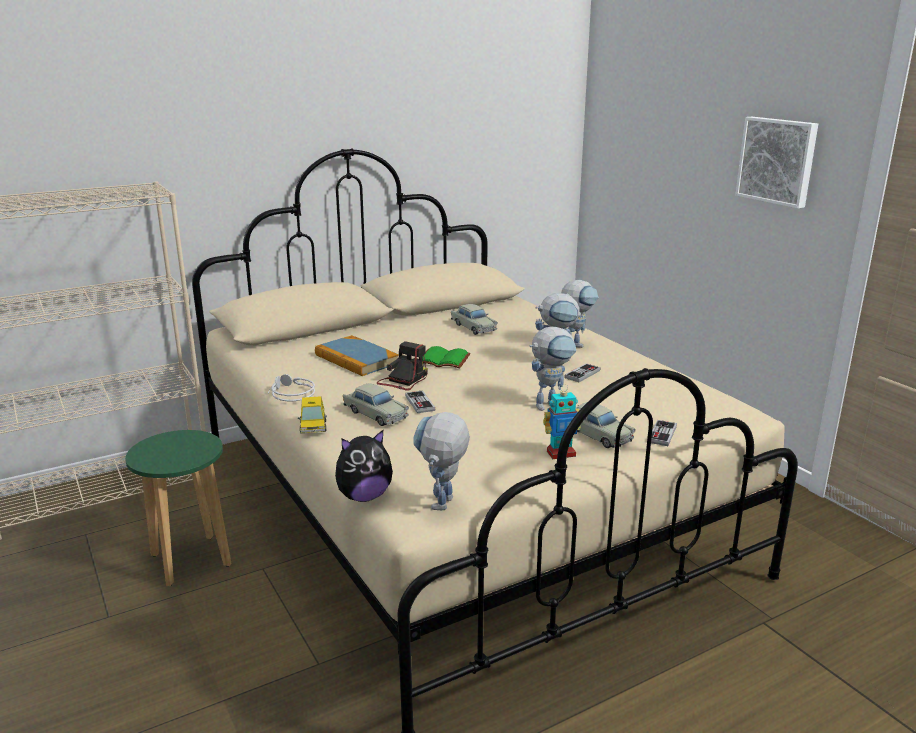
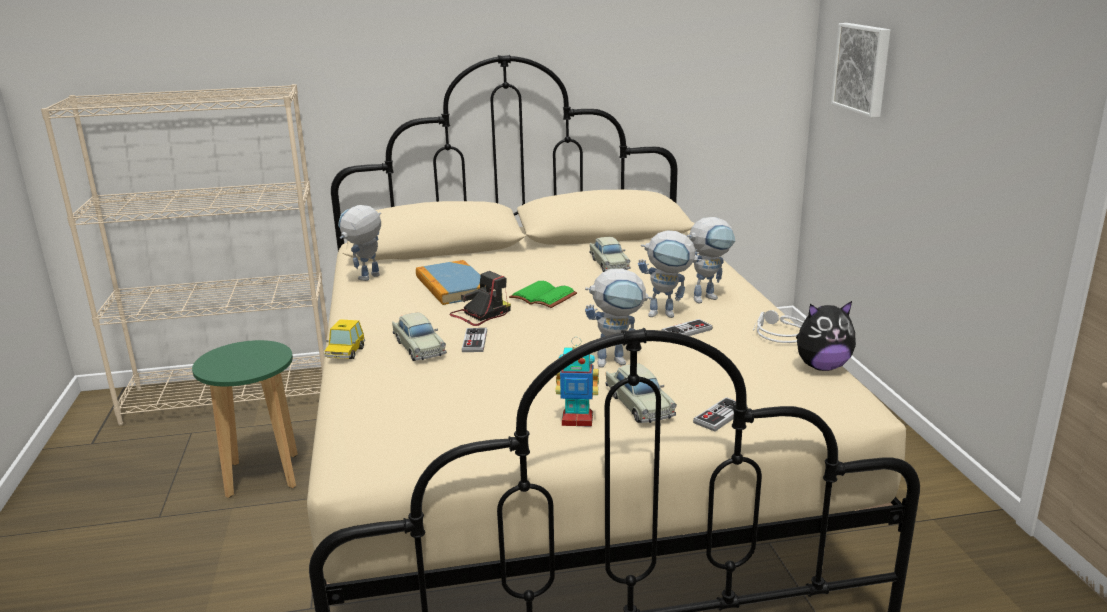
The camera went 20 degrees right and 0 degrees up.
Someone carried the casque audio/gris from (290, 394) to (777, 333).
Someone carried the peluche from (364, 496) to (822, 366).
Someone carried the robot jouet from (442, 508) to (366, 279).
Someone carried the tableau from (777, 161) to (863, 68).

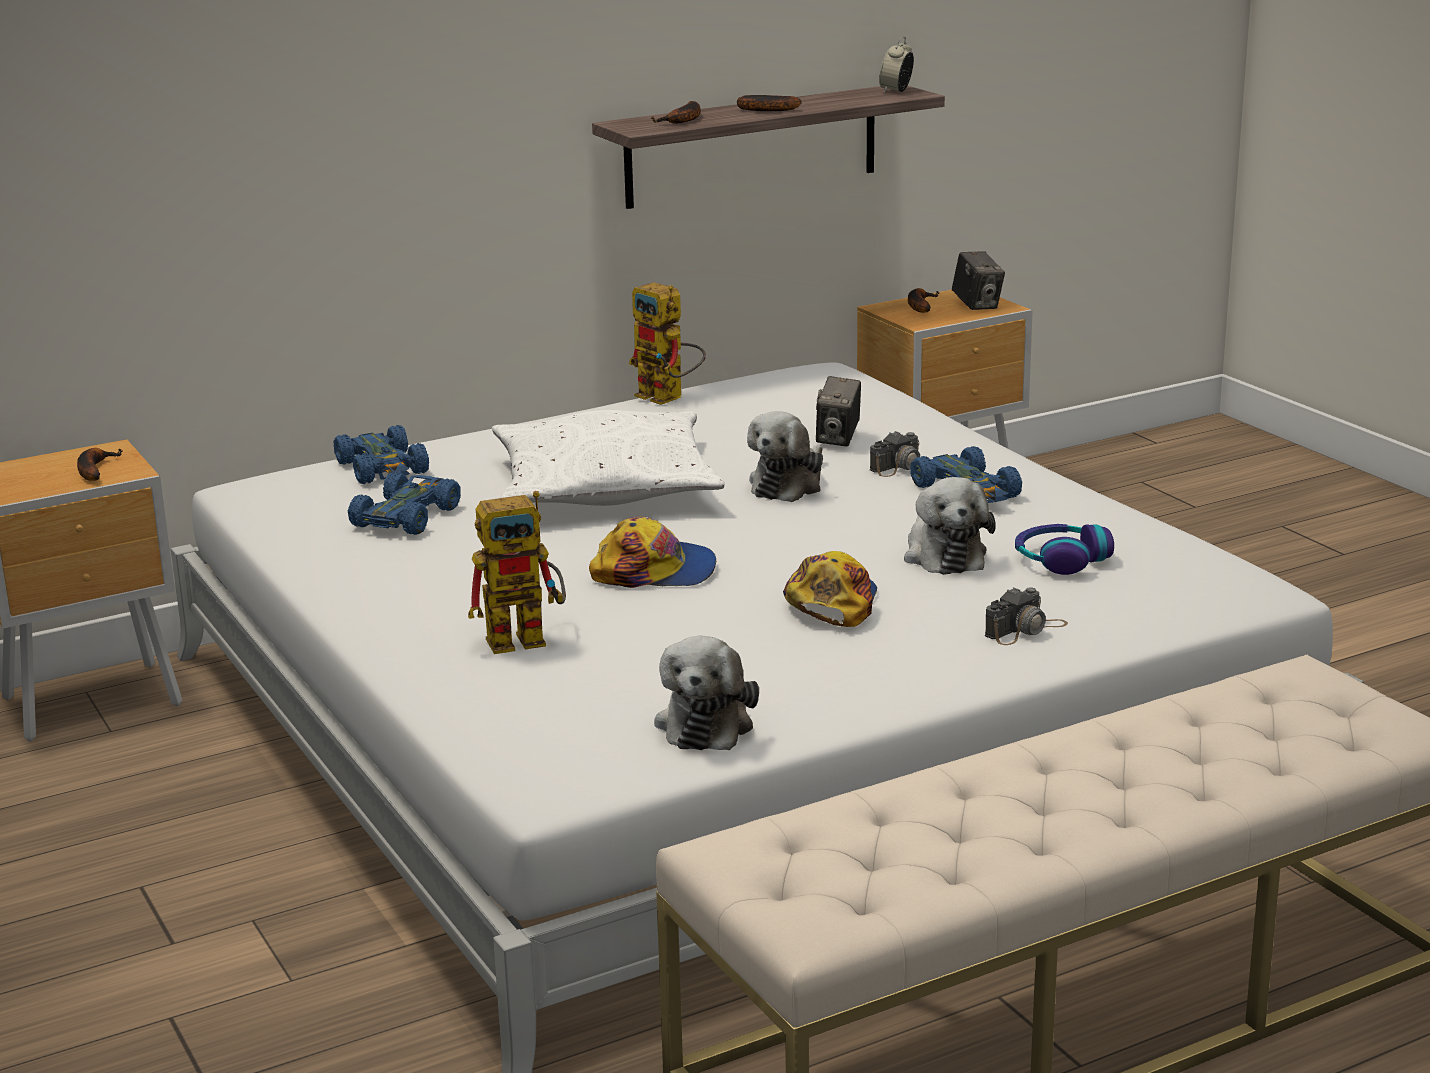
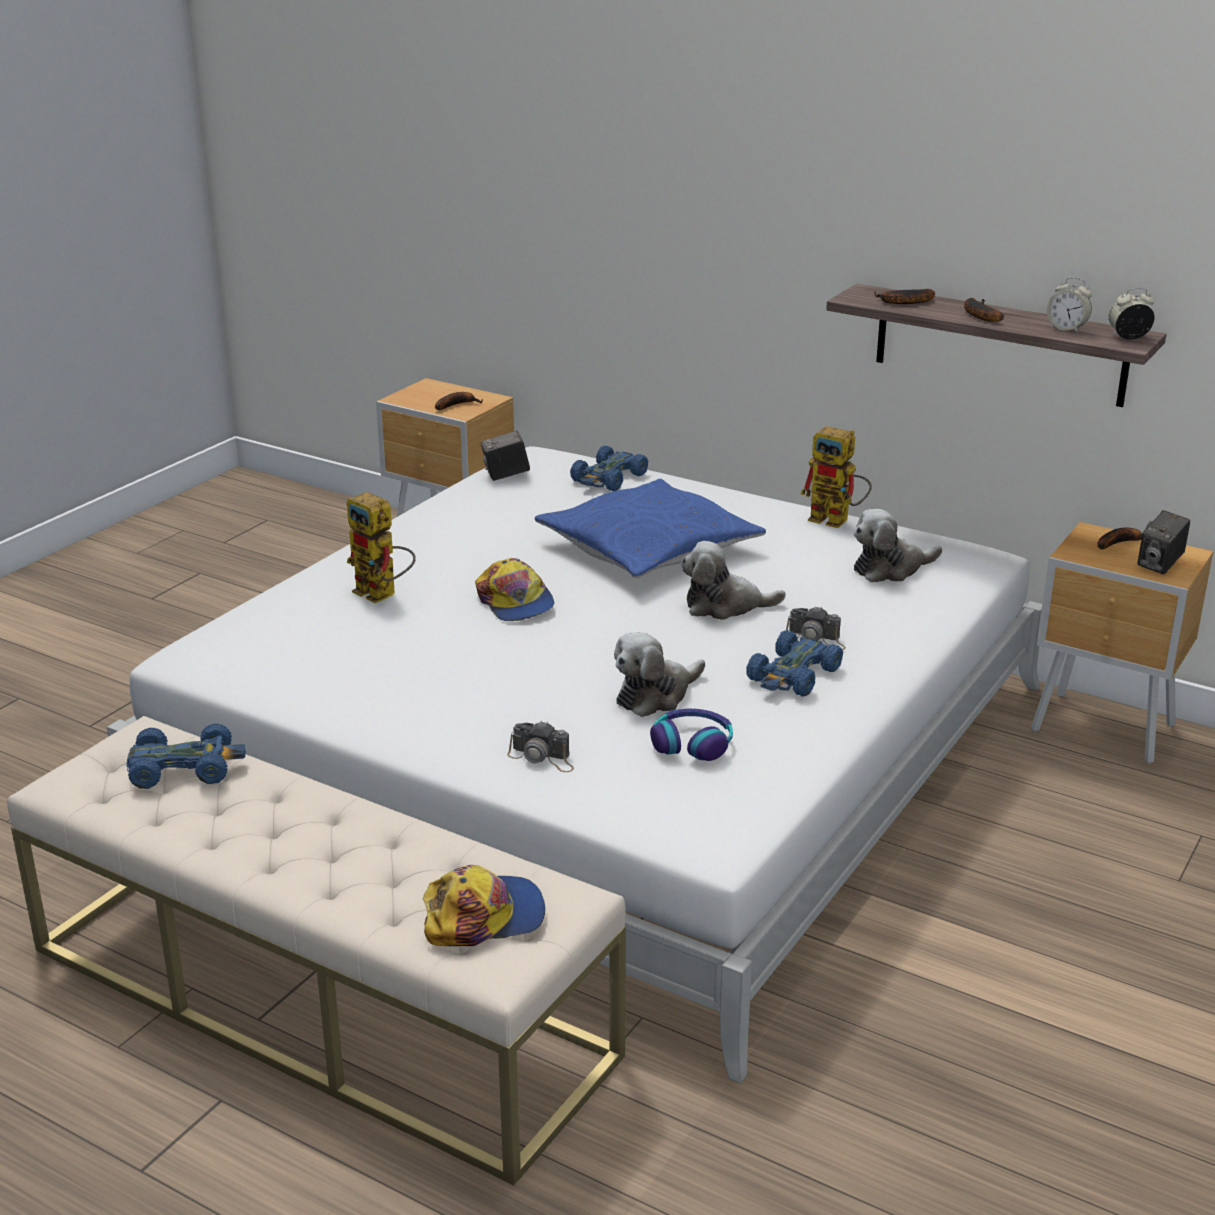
The camera went 60 degrees right and 5 degrees up.
Someone put down the réveil at (1066, 329).
Someone carried the petite voiture/bleu from (406, 516) to (185, 768).
Someone carried the peluche from (706, 723) to (890, 569).
Someone carried the casquette from (831, 602) to (483, 916).
Someone carried the appareil photo from (838, 439) to (506, 475).
Someone repainted the coussin/blanc at (605, 487), which became the coussin/bleu at (648, 548).
Someone rotated the robot jouet at (669, 398) by 75 degrees counterclockwise.

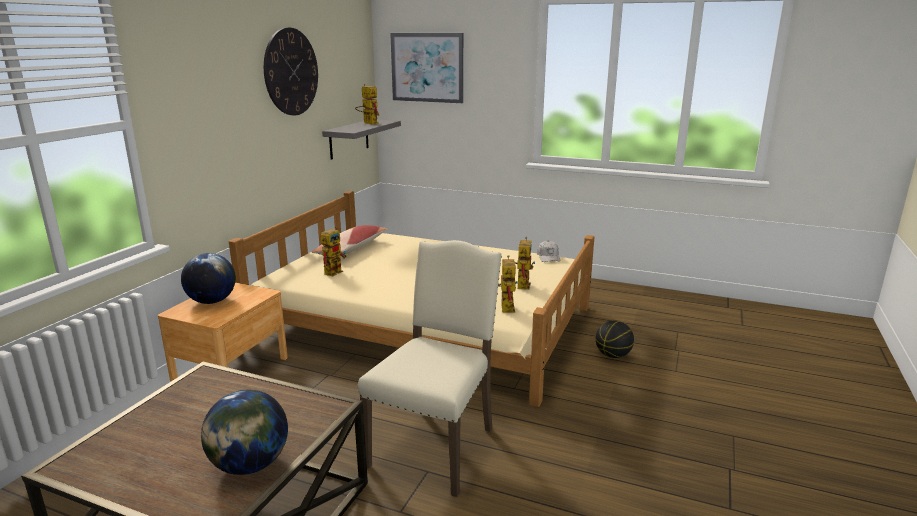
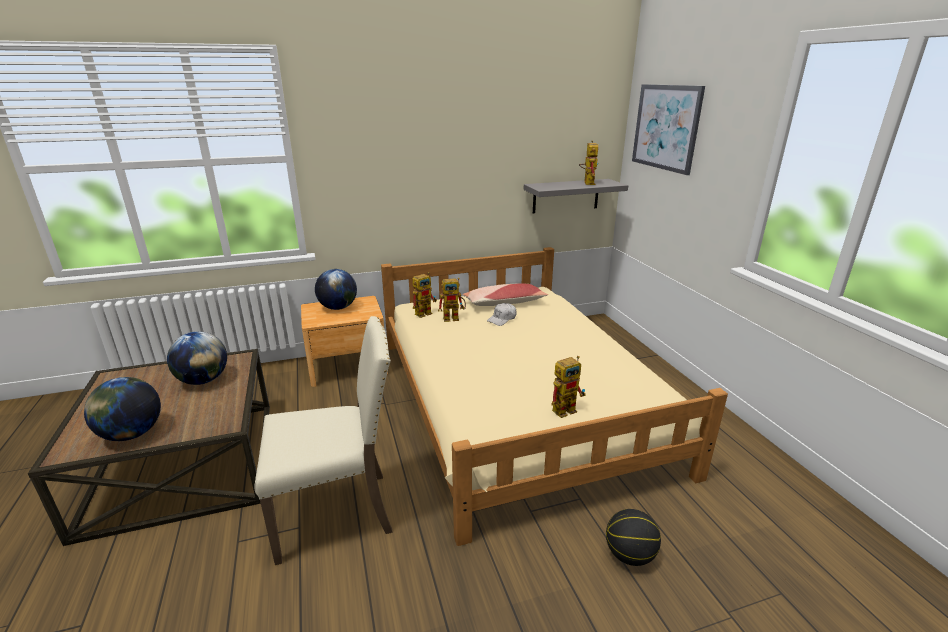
The camera went 50 degrees right and 5 degrees up.
Someone took away the horloge murale at (291, 72).
Someone put down the globe at (203, 380).
Someone carried the robot jouet from (505, 306) to (425, 312).
Someone carried the casquette/blanc from (548, 257) to (502, 319).

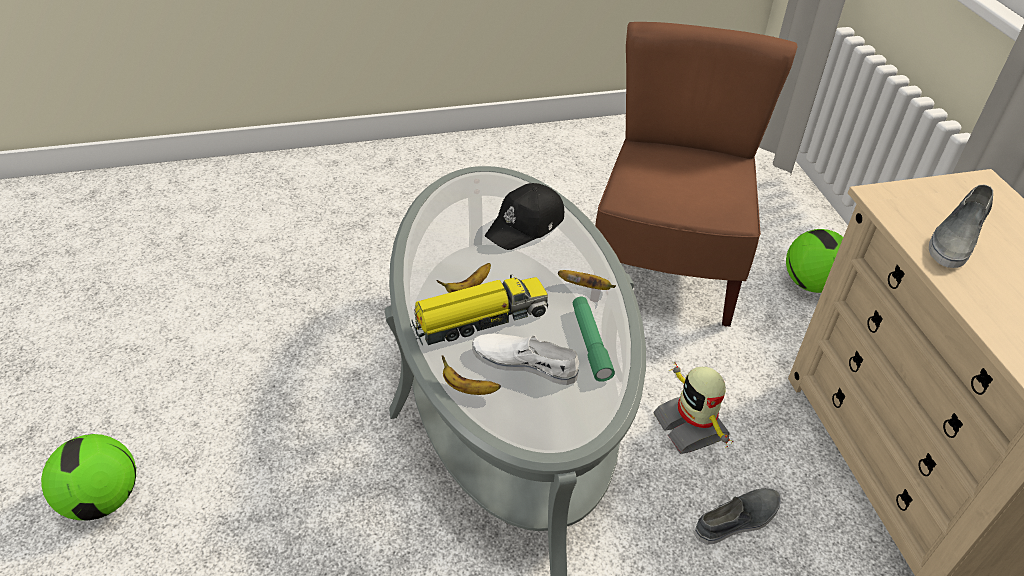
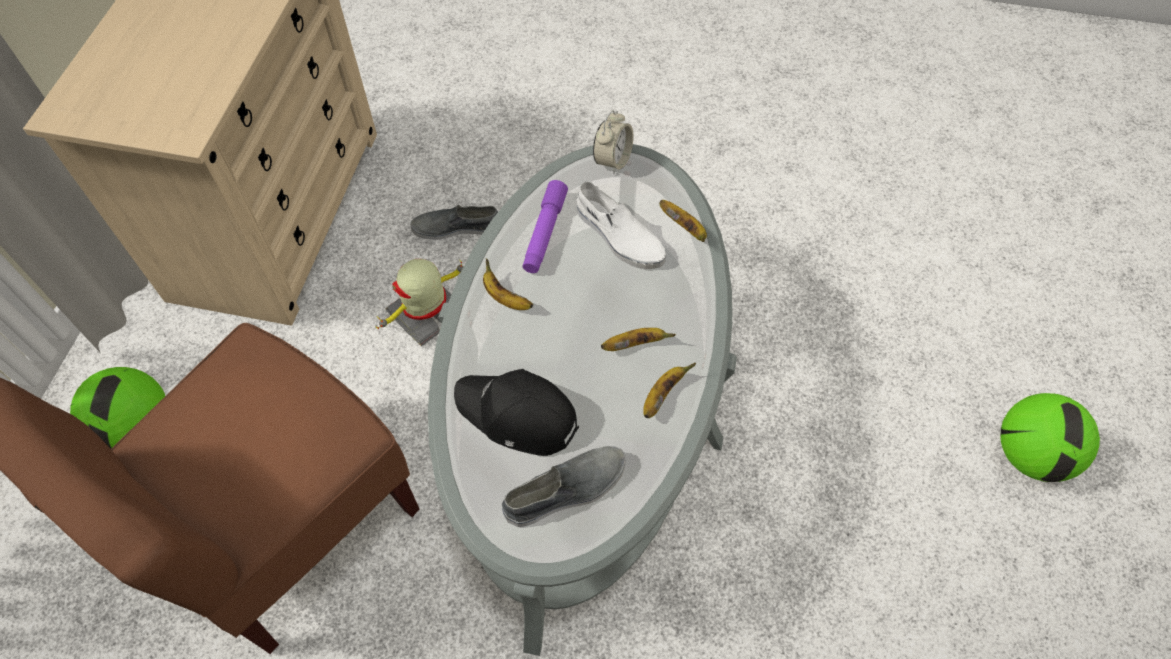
The camera went 155 degrees left and 15 degrees up.
Someone took away the camion jouet at (479, 319).
Someone put down the réveil at (612, 160).
Someone put down the banane at (662, 395).
Someone carried the chaussure/gris from (956, 238) to (566, 490).
Someone repainted the lampe de poche/vert at (590, 343), which became the lampe de poche/violet at (545, 232).
Someone rotated the casquette/noir at (526, 225) by 135 degrees counterclockwise.
Someone rotated the robot jouet at (692, 426) by 135 degrees counterclockwise.

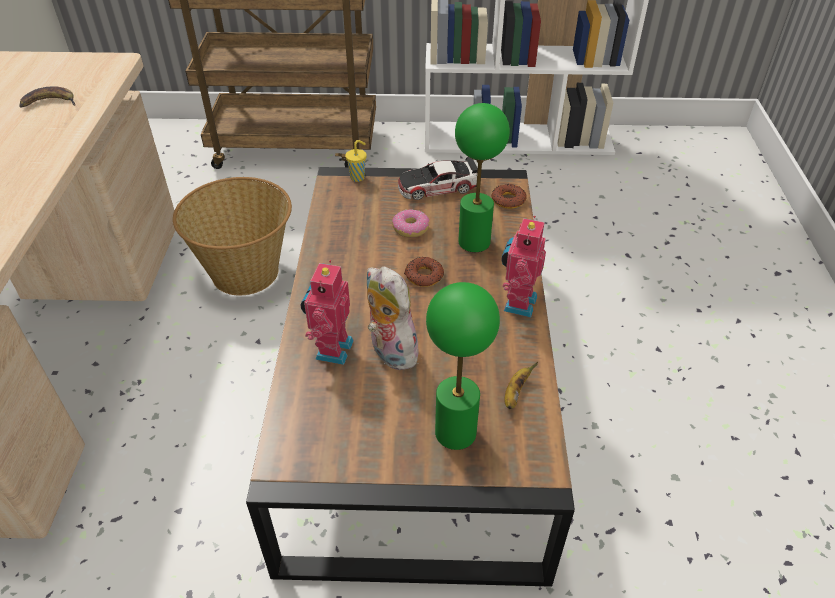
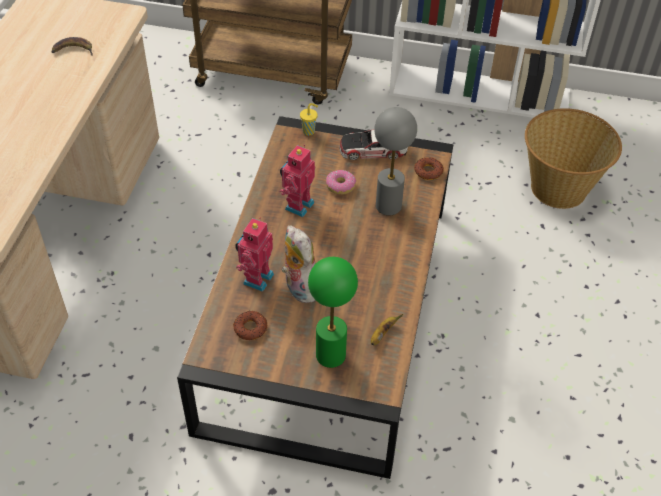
The camera went 10 degrees right and 5 degrees up.
Someone carried the panier from (246, 272) to (559, 187).
Someone carried the beignet from (424, 276) to (250, 328).
Someone carried the robot jouet from (517, 303) to (297, 205).
Someone repainted the lampe de table/vert at (474, 242), which became the lampe de table/gris at (388, 206).

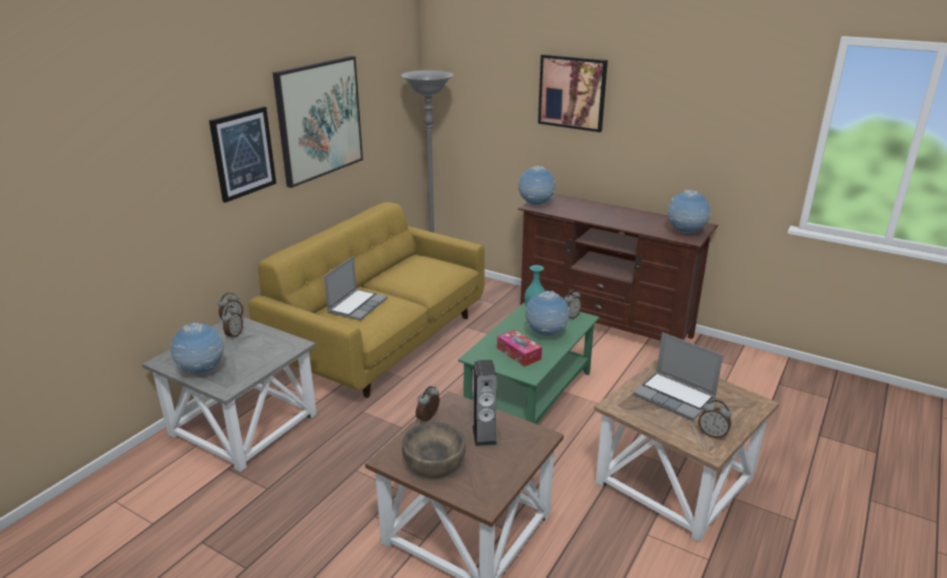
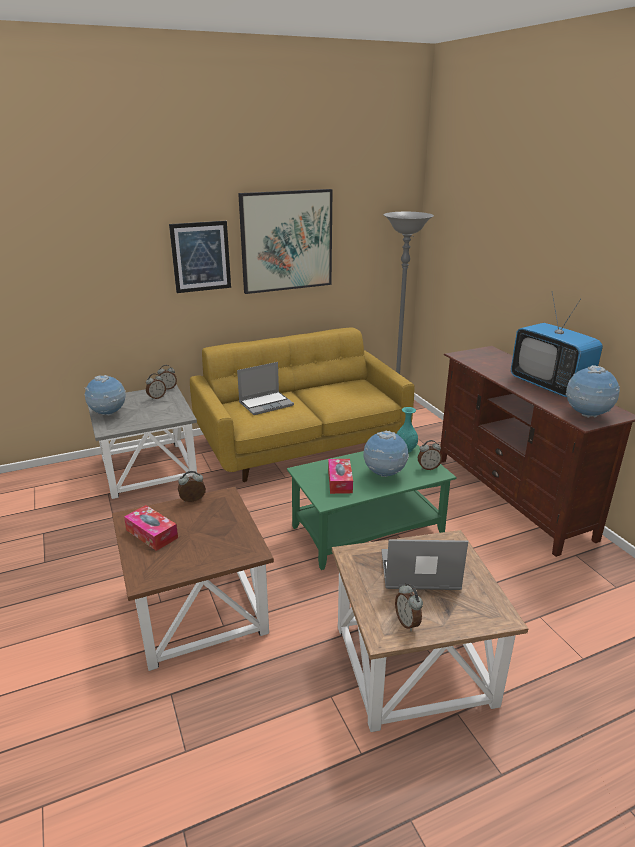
The camera went 35 degrees right and 0 degrees up.
Someone took away the enceinte at (484, 435).
Someone took away the globe at (536, 205).
Someone took away the tableau at (572, 92).
Someone put down the téléviseur at (549, 385).
Someone swapped the bol/marron at (434, 463) for the boîte à mouchoirs at (152, 534).
Someone rotated the ordinateur portable at (675, 397) by 105 degrees clockwise.

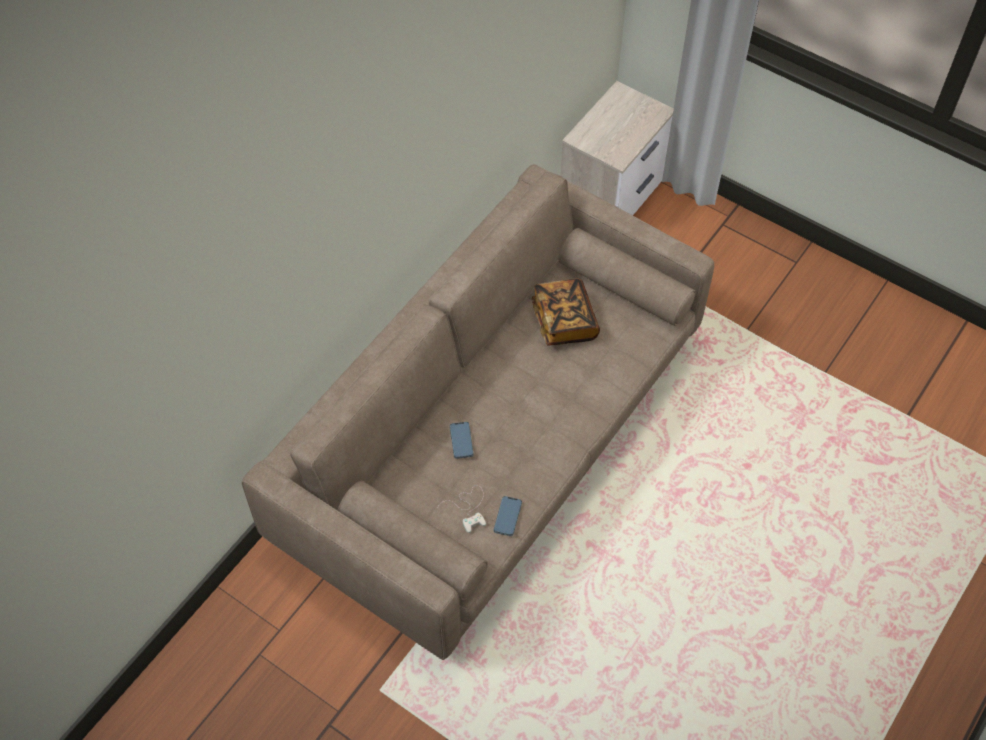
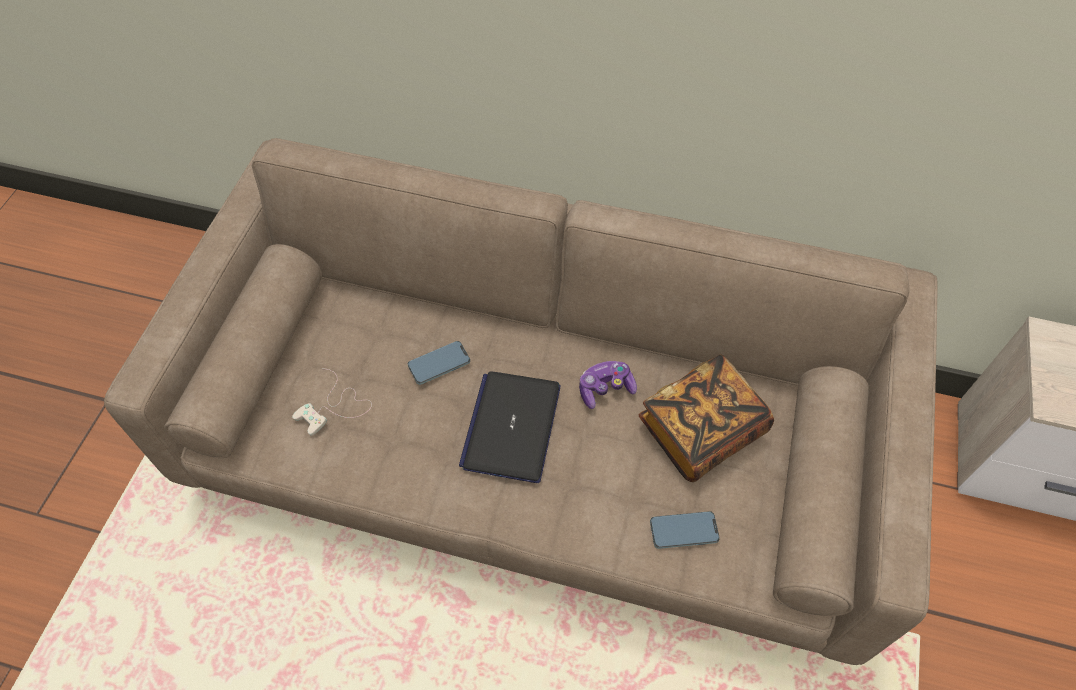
The camera went 70 degrees right and 0 degrees up.
Someone put down the ordinateur portable at (511, 426).
Someone put down the manette at (605, 389).
Someone carried the téléphone from (507, 517) to (683, 531).

